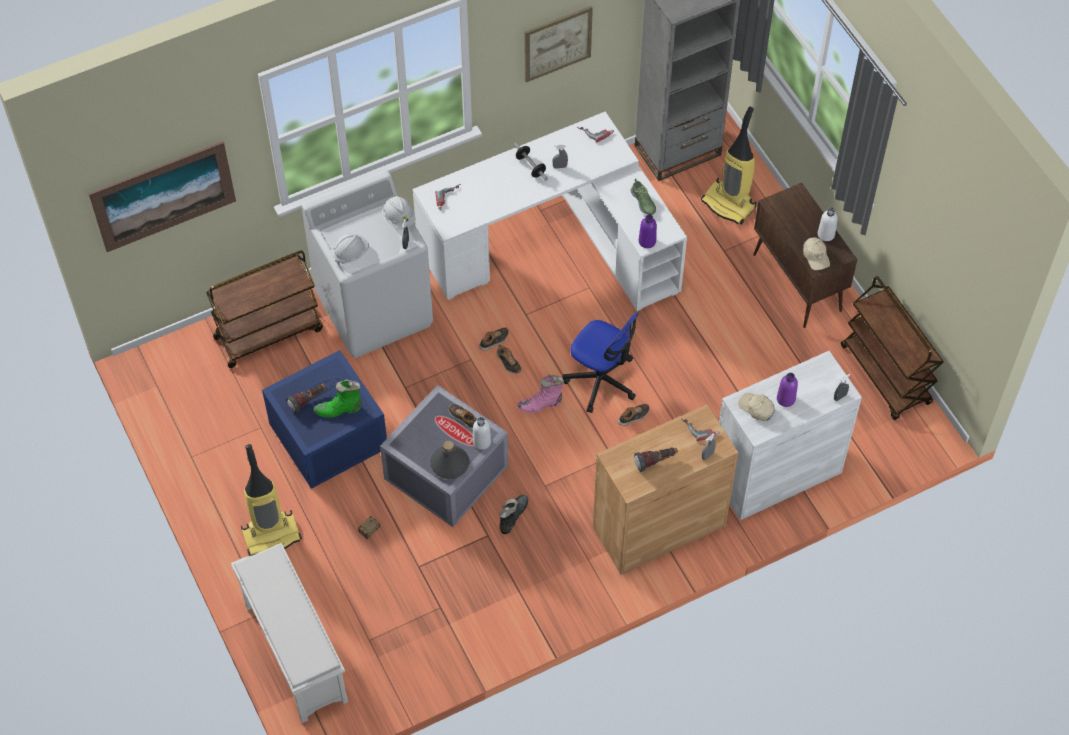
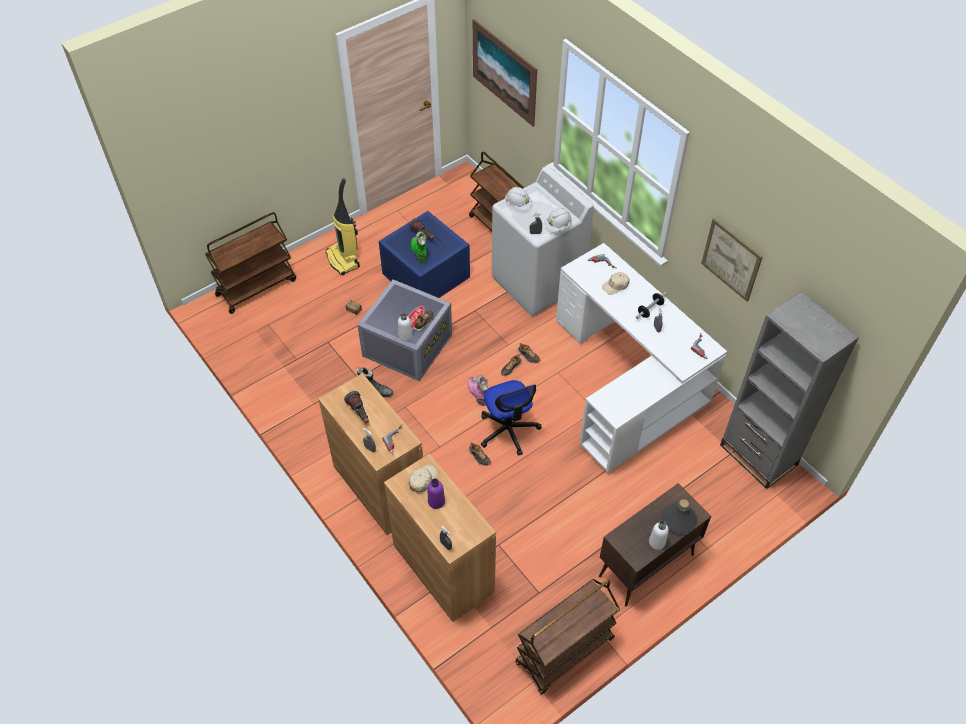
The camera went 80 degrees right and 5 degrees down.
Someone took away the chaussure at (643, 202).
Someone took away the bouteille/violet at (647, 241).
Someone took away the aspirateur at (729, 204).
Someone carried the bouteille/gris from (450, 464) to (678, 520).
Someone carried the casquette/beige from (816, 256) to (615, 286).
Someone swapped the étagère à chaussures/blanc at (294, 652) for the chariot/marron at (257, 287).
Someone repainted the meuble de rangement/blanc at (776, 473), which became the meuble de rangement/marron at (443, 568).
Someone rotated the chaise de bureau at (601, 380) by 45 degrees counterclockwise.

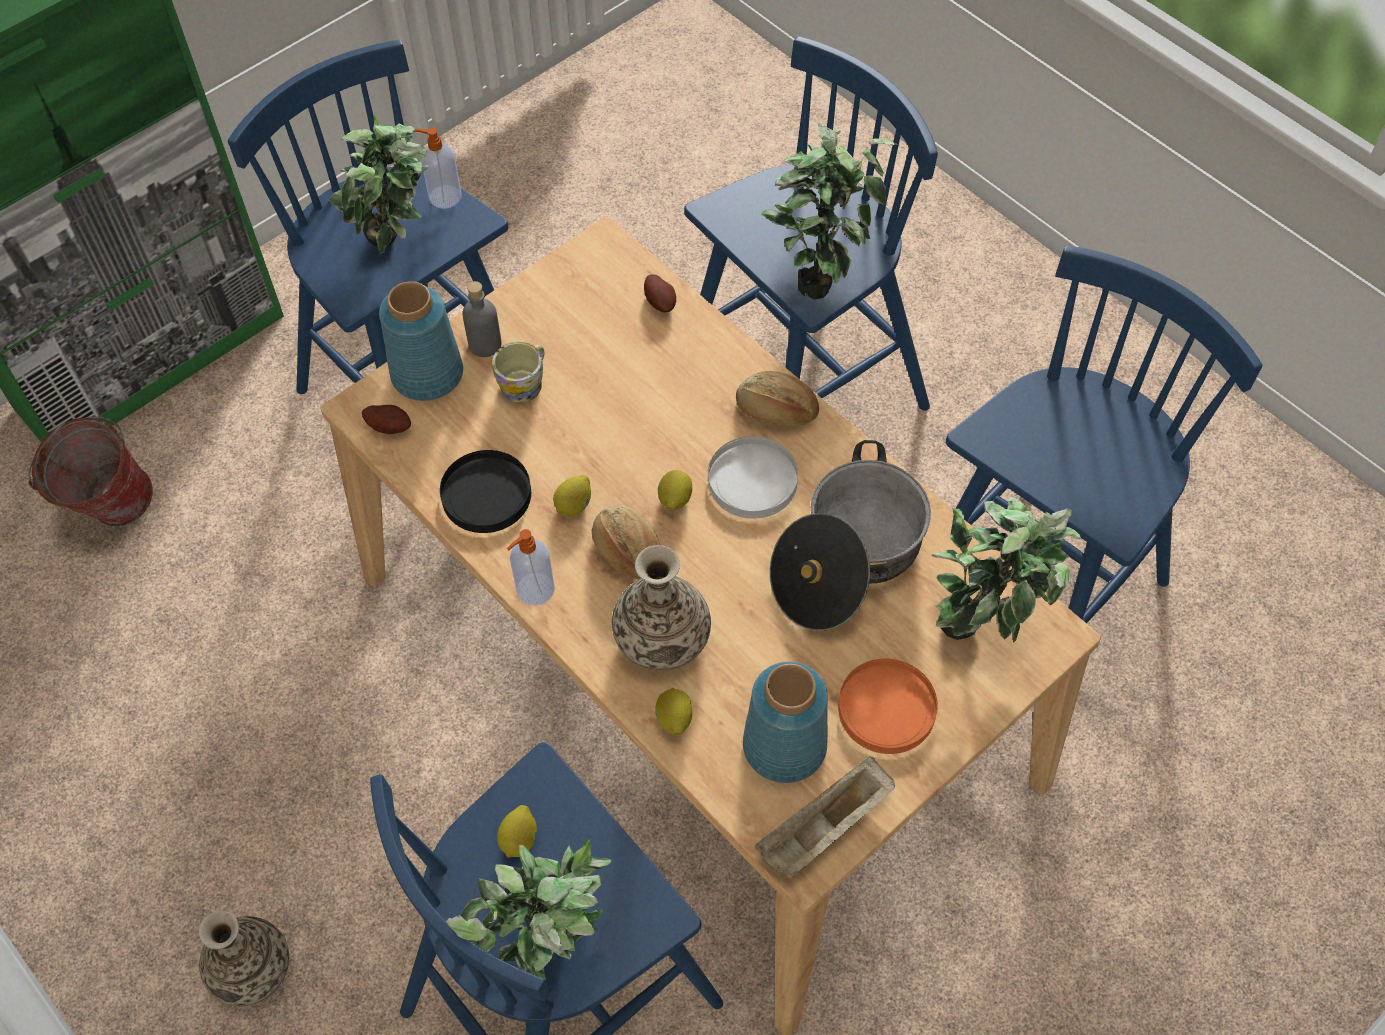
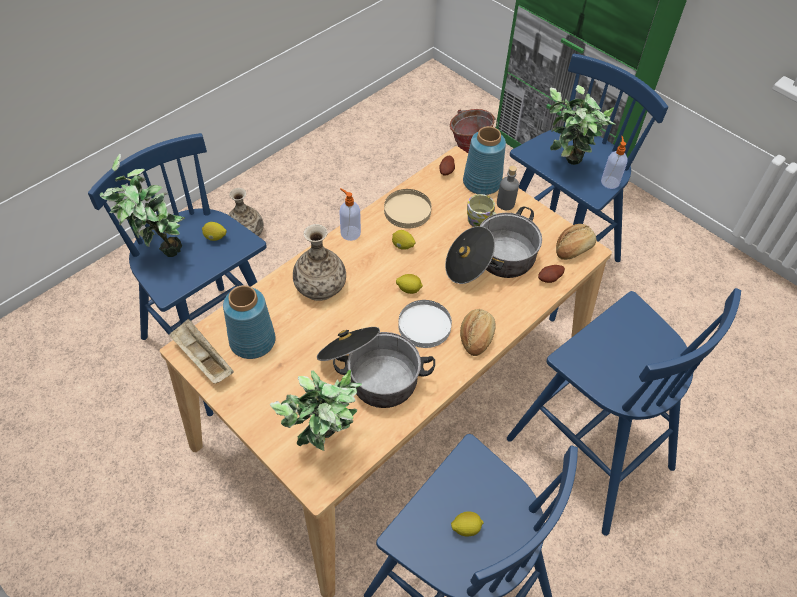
The camera went 85 degrees right and 5 degrees down.
Someone took away the plante en pot at (819, 274).
Someone took away the assiette/orange at (887, 709).
Someone put down the marmite at (491, 262).
Someone carried the pain from (626, 552) to (573, 248).
Someone carried the citron from (673, 719) to (466, 528).
Someone repainted the assiette/noir at (487, 495), which became the assiette/beige at (407, 211).

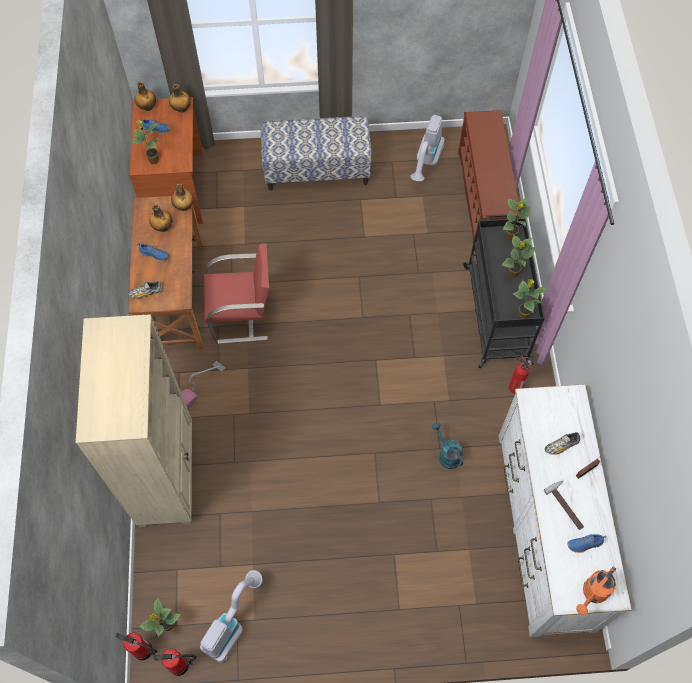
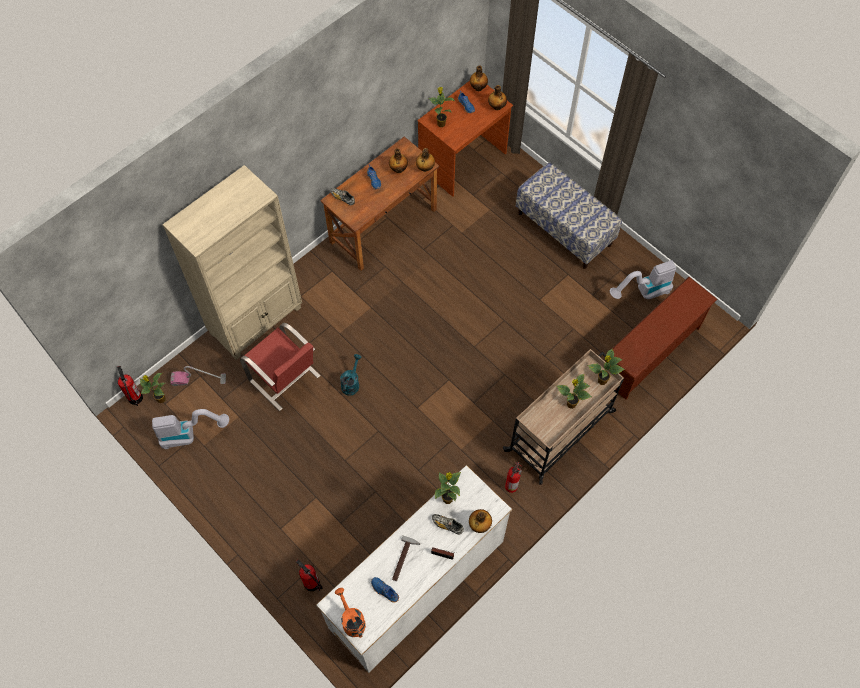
The camera went 50 degrees right and 0 degrees up.
Someone put down the bouteille at (479, 525).
Someone carried the extincteur from (179, 666) to (311, 583).
Someone carried the aspirateur from (201, 386) to (198, 379).
Someone carried the chaise/rouge from (242, 316) to (285, 379).
Someone carried the arrosoir/turquoise from (446, 454) to (351, 383).
Someone carried the plante en pot from (522, 315) to (447, 498).
Someone repainted the chariot/noir at (496, 312), which became the chariot/beige at (561, 430).
Someone rotated the arrosoir/orange at (592, 594) by 60 degrees clockwise.

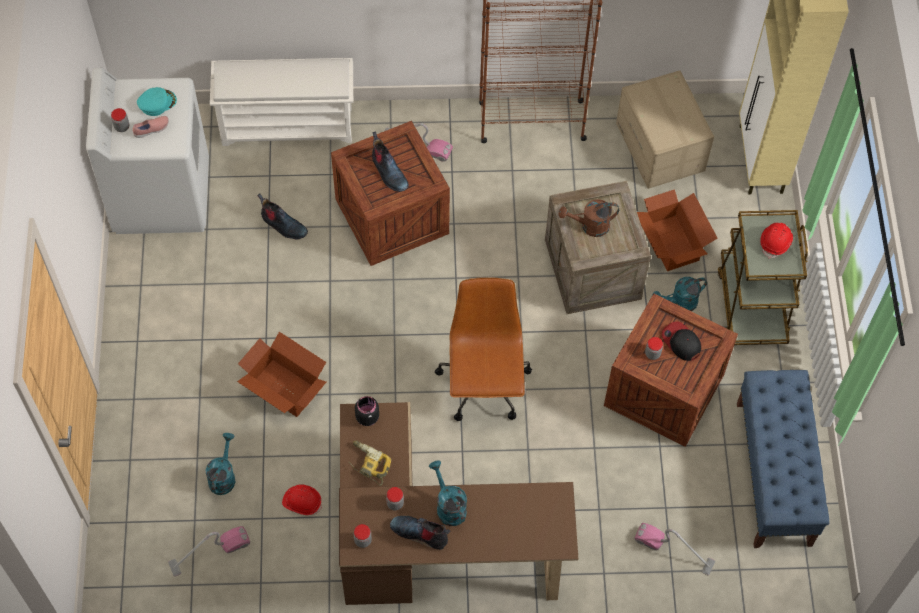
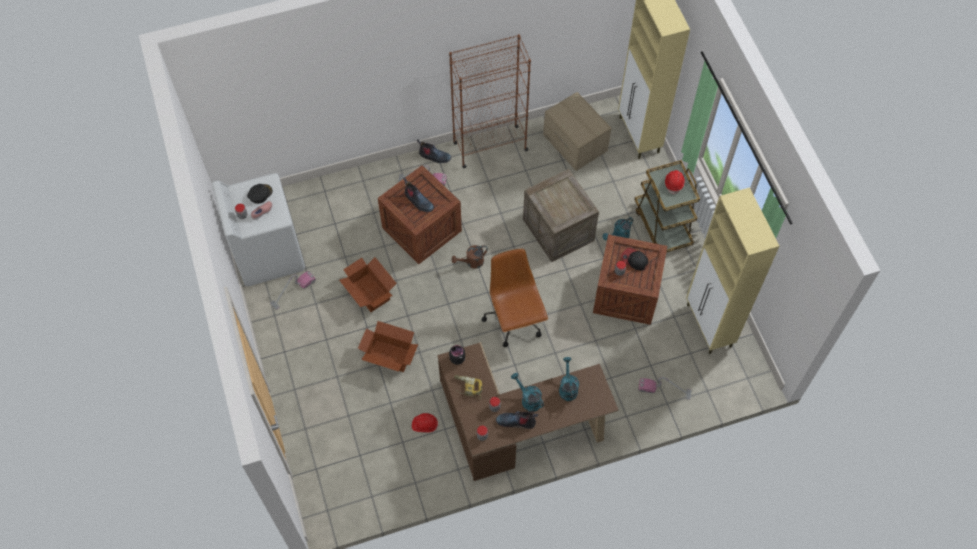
The camera went 15 degrees left and 0 degrees up.
Someone took away the étagère à chaussures/blanc at (288, 125).
Someone carried the aspirateur from (209, 553) to (293, 291).
Someone carried the arrosoir/turquoise from (223, 476) to (567, 387).
Someone carried the botte from (283, 225) to (434, 156).
Someone carried the arrosoir/marron from (590, 226) to (471, 262).
Someone carried the carton from (672, 242) to (370, 292).
Someone swapped the banc/bleu at (773, 474) for the meuble de rangement/beige at (709, 326).
Someone repainted the casquette/turquoise at (157, 103), which became the casquette/noir at (260, 194).

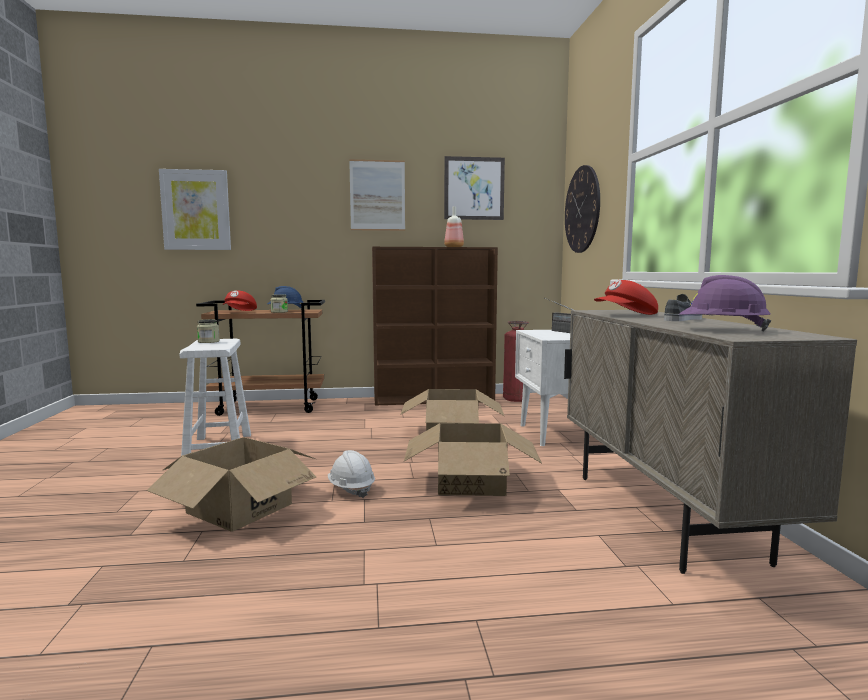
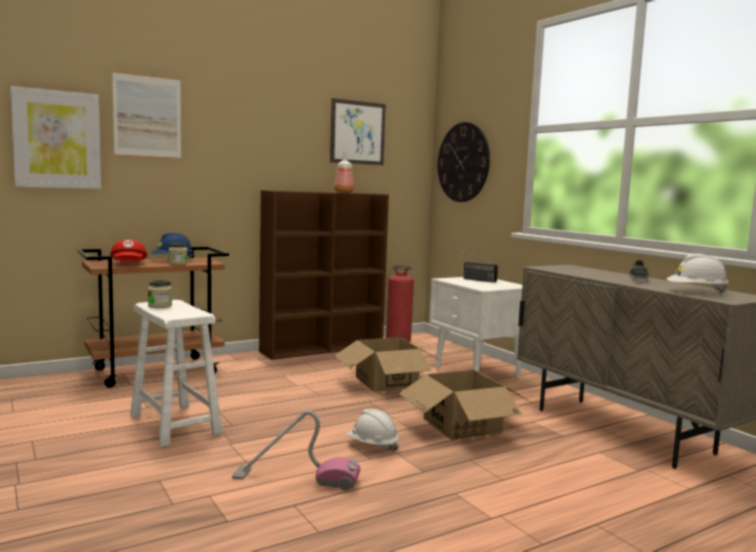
The camera went 25 degrees left and 0 degrees up.
Someone took away the casquette/rouge at (626, 315).
Someone carried the tableau from (377, 195) to (147, 116).
Someone swapped the carton at (240, 508) for the aspirateur at (296, 478).
Someone repainted the casque de chantier/violet at (721, 330), which became the casque de chantier/blanc at (696, 292).

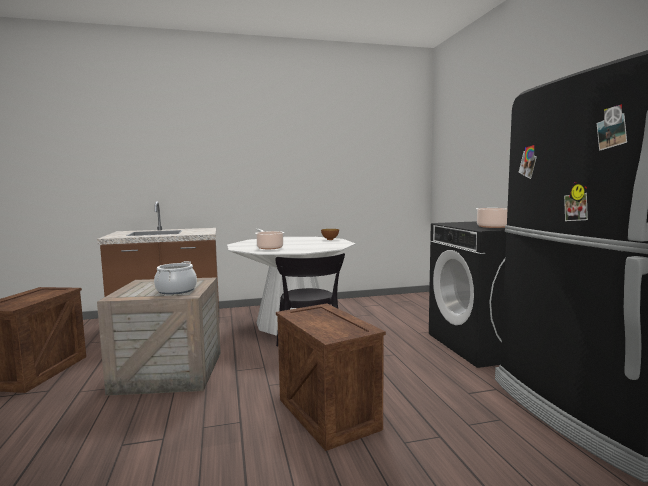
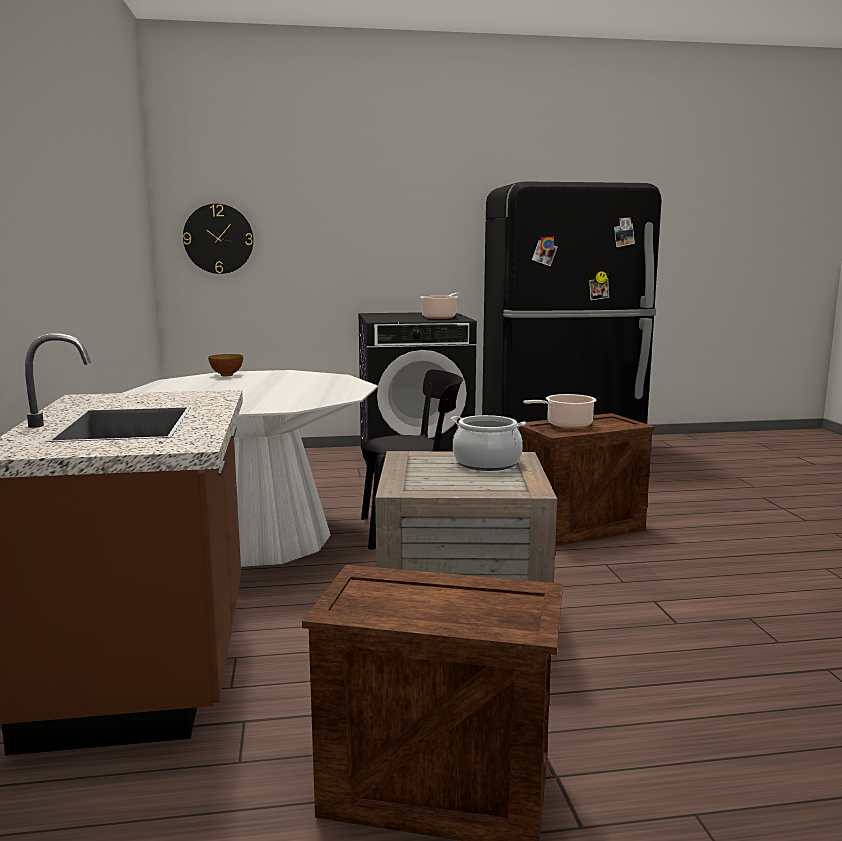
The camera went 85 degrees left and 5 degrees up.
Someone put up the horloge murale at (218, 239).
Someone carried the marmite from (269, 247) to (566, 425).

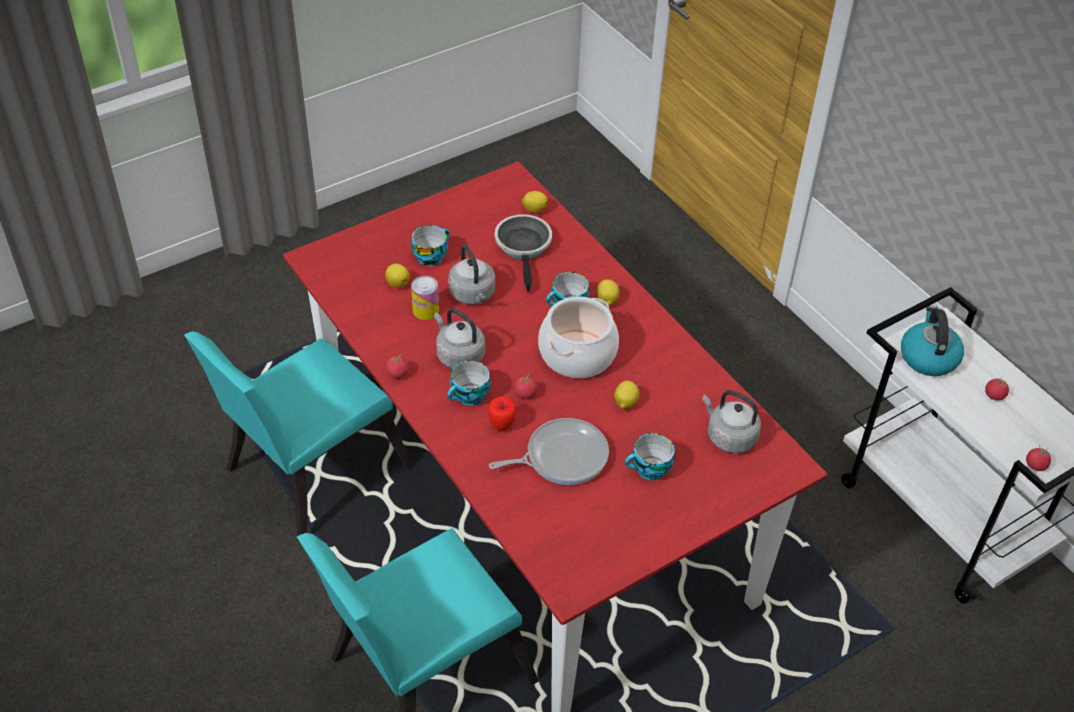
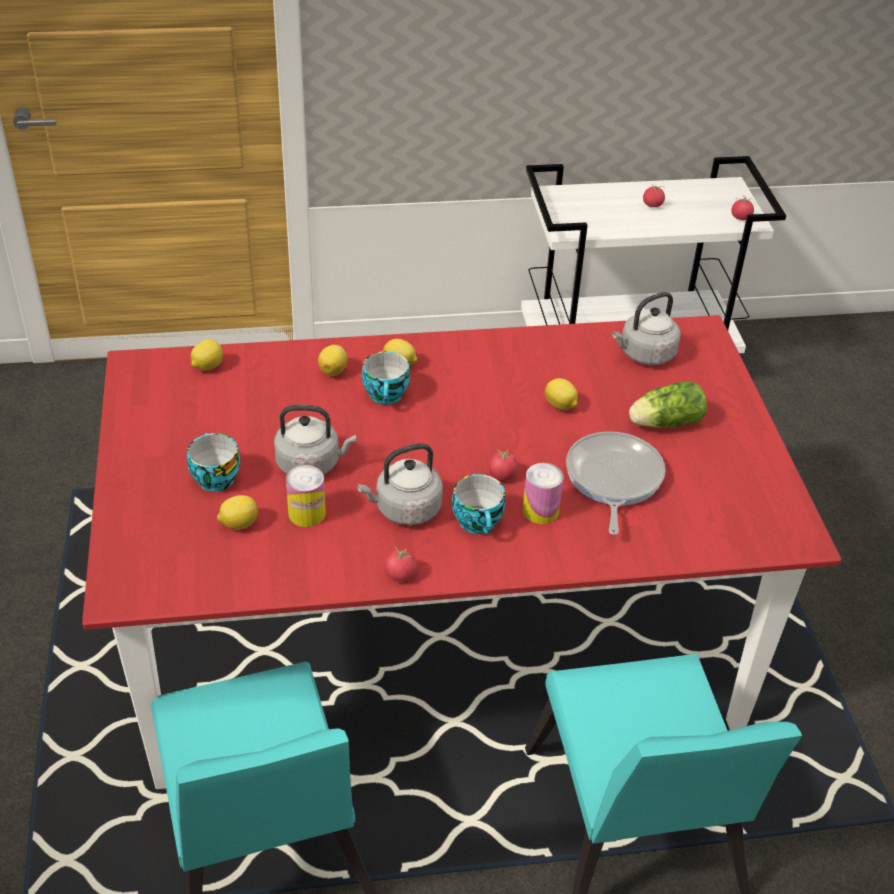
The camera went 65 degrees left and 5 degrees down.
Someone took away the poêle at (524, 247).
Someone took away the marmite at (577, 354).
Someone took away the bouilloire at (928, 357).
Someone put down the citron at (333, 370).
Someone swapped the pomme at (502, 425) for the boîte métallique at (540, 510).
Someone swapped the tasse at (649, 470) for the laitue at (663, 423).

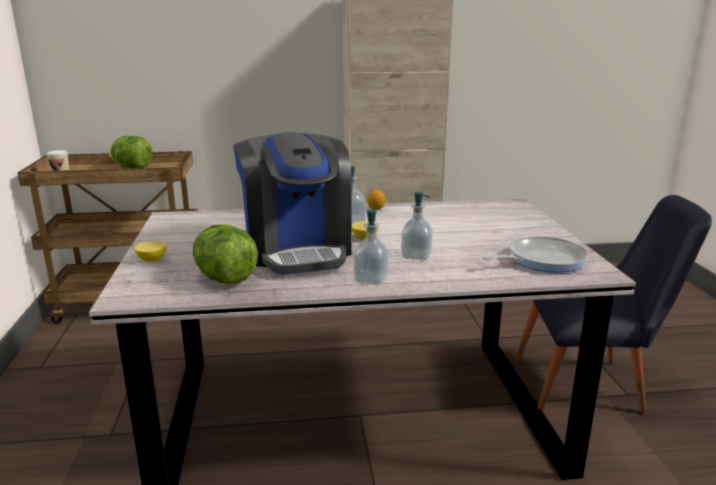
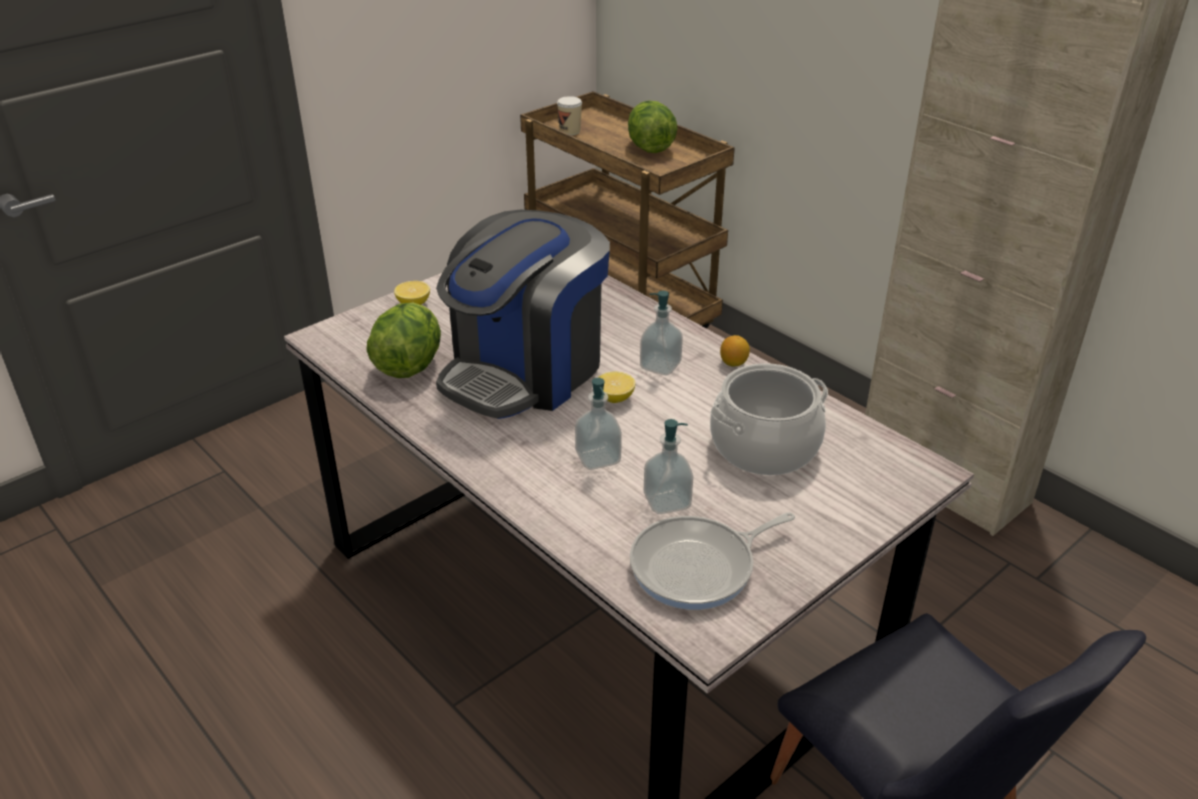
The camera went 55 degrees right and 15 degrees up.
Someone put down the marmite at (764, 446).
Someone carried the distributeur de savon from (371, 279) to (667, 501).
Someone rotated the poêle at (542, 260) by 120 degrees clockwise.

